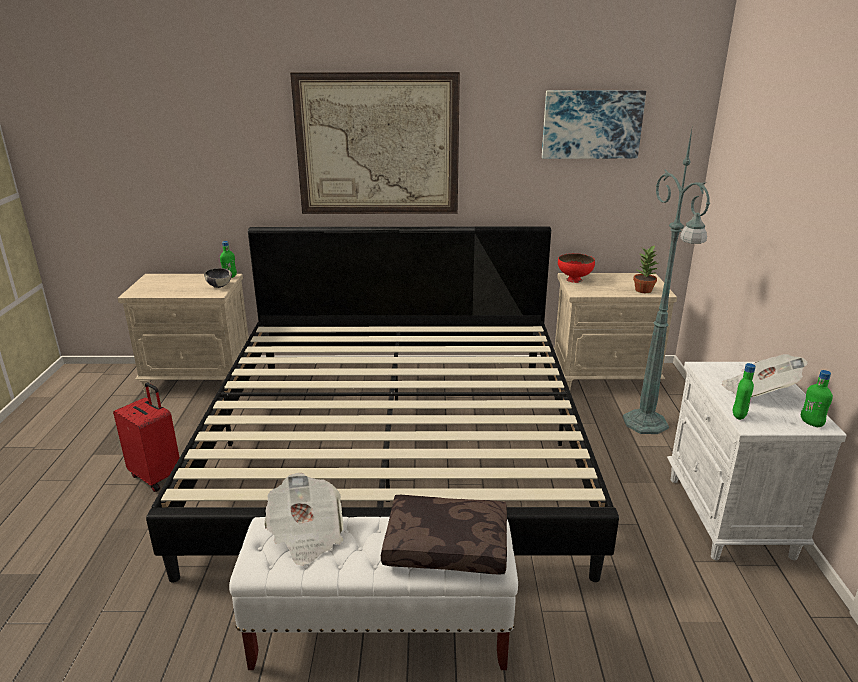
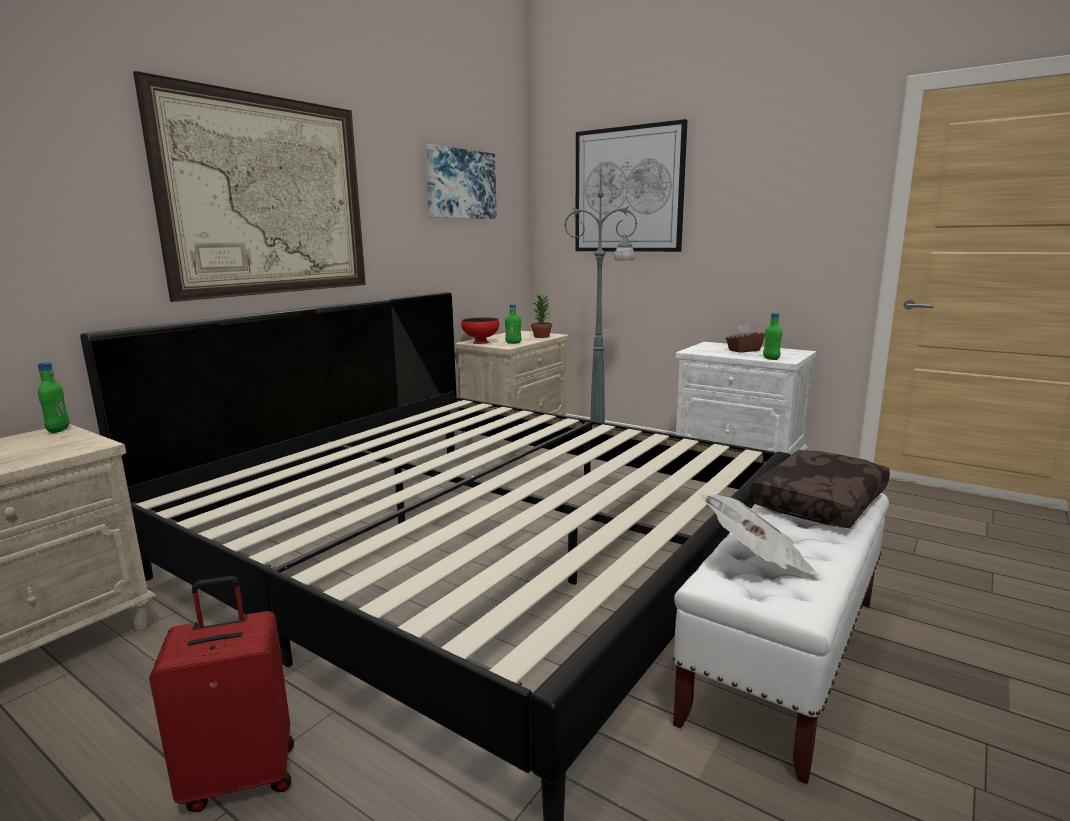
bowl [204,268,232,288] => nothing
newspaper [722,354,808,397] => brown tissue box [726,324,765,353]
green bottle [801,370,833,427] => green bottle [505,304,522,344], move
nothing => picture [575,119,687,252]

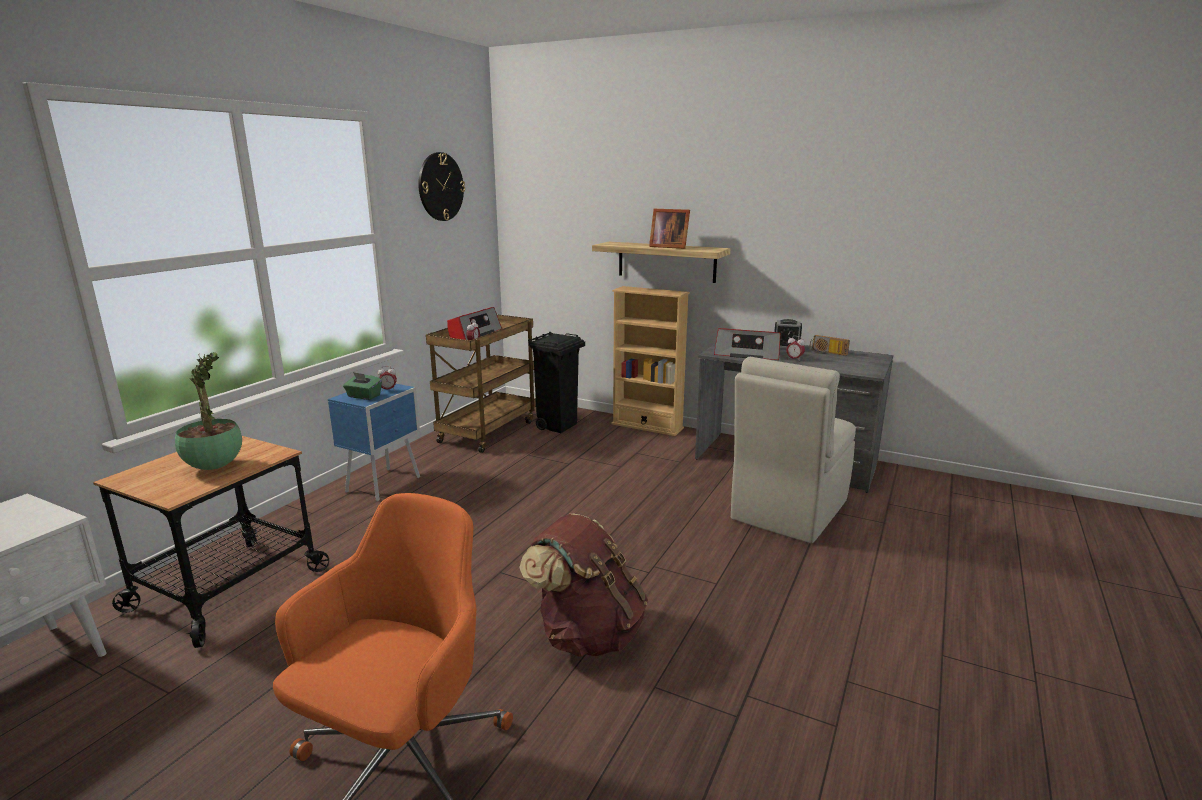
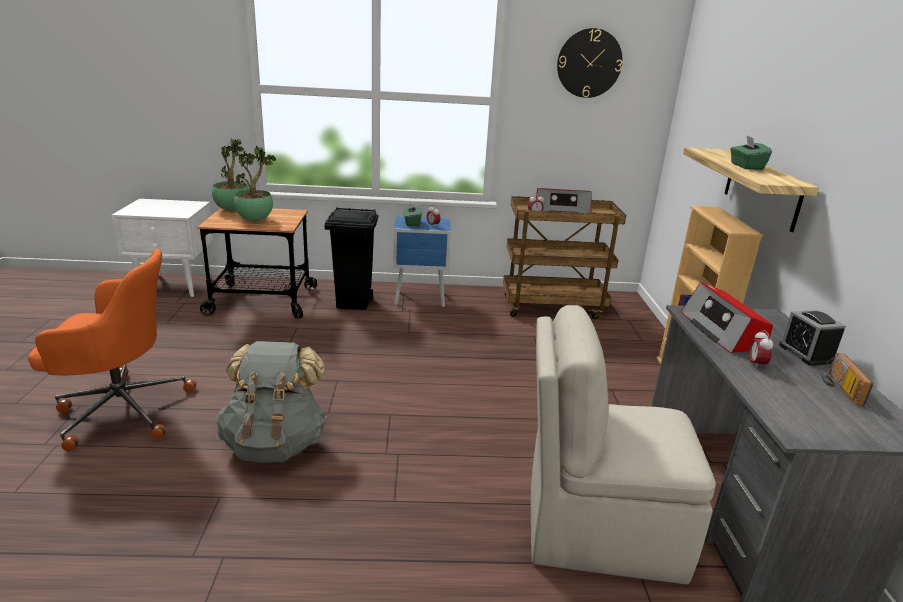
brown backpack [519,514,648,657] => grey backpack [216,341,327,463]
black trash can [528,332,585,433] => black trash can [325,207,378,310], move
picture frame [649,209,690,249] => green tissue box [730,136,772,170]
nothing => potted plant [212,138,249,211]

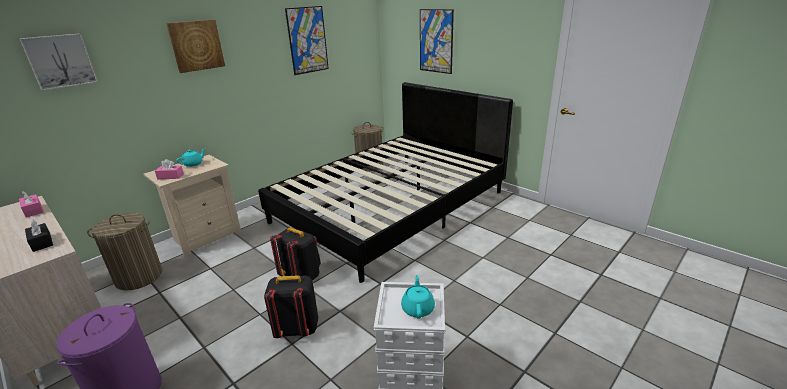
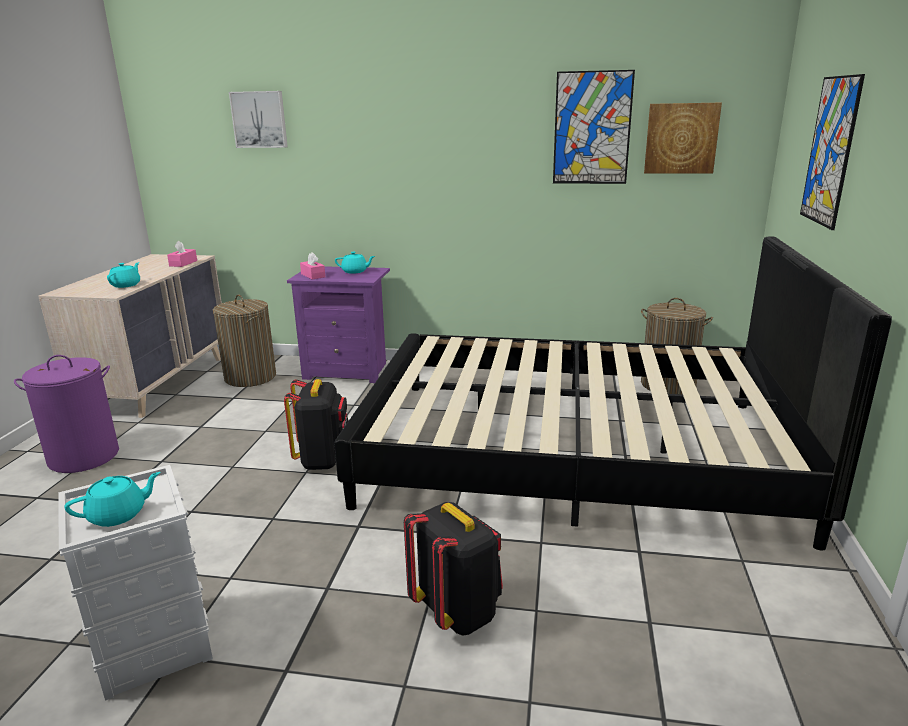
black tissue box [25,220,53,252] => turquoise teapot [107,262,140,288]
beige nightstand [143,155,241,257] => purple nightstand [287,266,390,383]
picture [166,19,225,73] => picture [644,103,722,174], move
black backpack [264,275,318,338] => black backpack [404,502,503,636], move

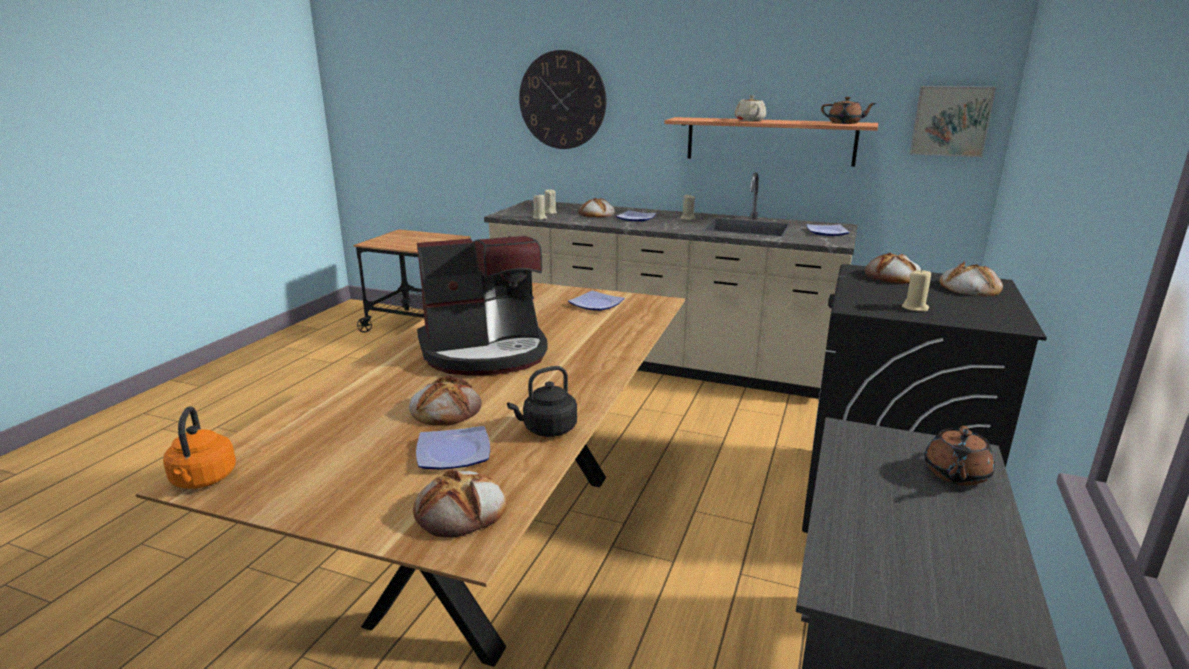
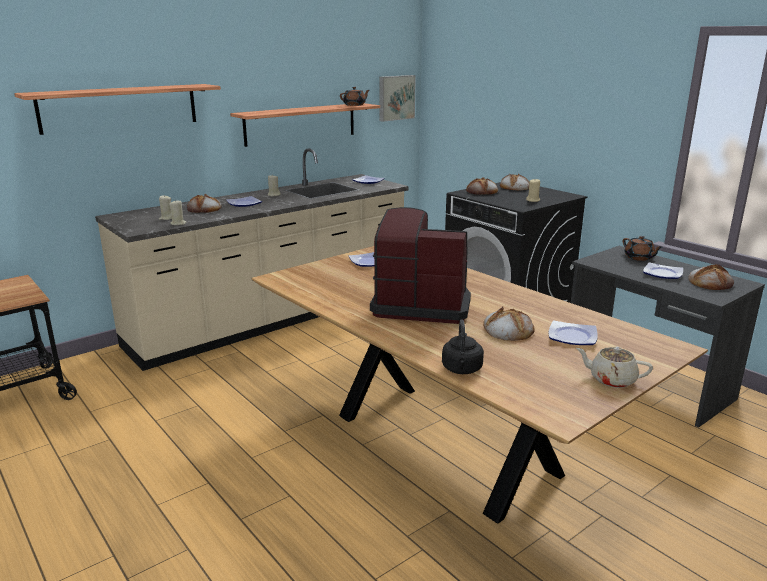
orange kettle [163,406,236,489] => nothing
bread [413,469,506,537] => bread [688,264,734,290], move
coffee machine [417,236,548,376] => coffee machine [370,207,471,324], 90 degrees counterclockwise
black kettle [507,366,577,437] => black kettle [442,319,484,374], move
wall clock [519,50,606,149] => shelf [14,84,221,135]
beige teapot [735,95,766,121] => beige teapot [576,347,653,388], move
nothing => plate [643,262,683,279]

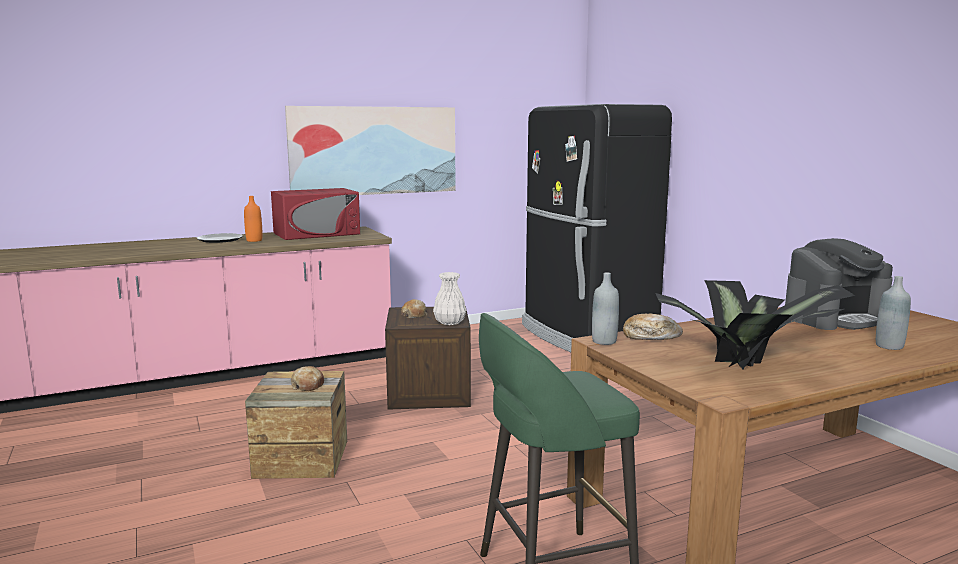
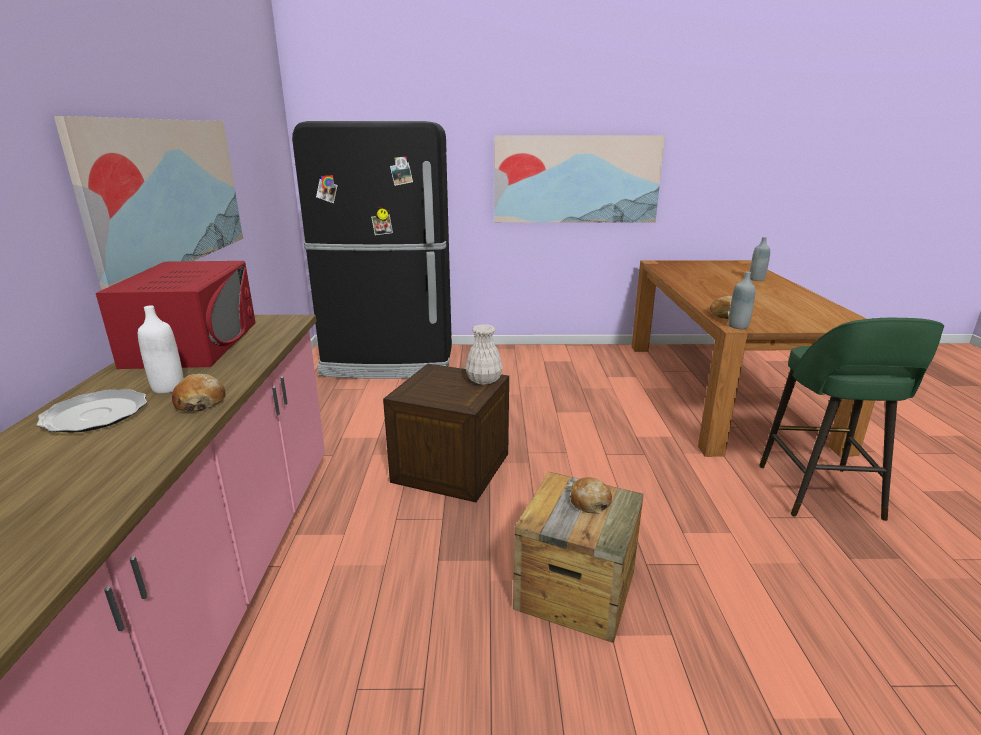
orange bottle [244,196,262,242] => white bottle [138,305,184,393]
bread [401,299,427,318] => bread [172,374,225,412], move
potted plant [656,280,855,369] => nothing
coffee machine [785,238,893,330] => nothing
nothing => picture [494,135,665,223]

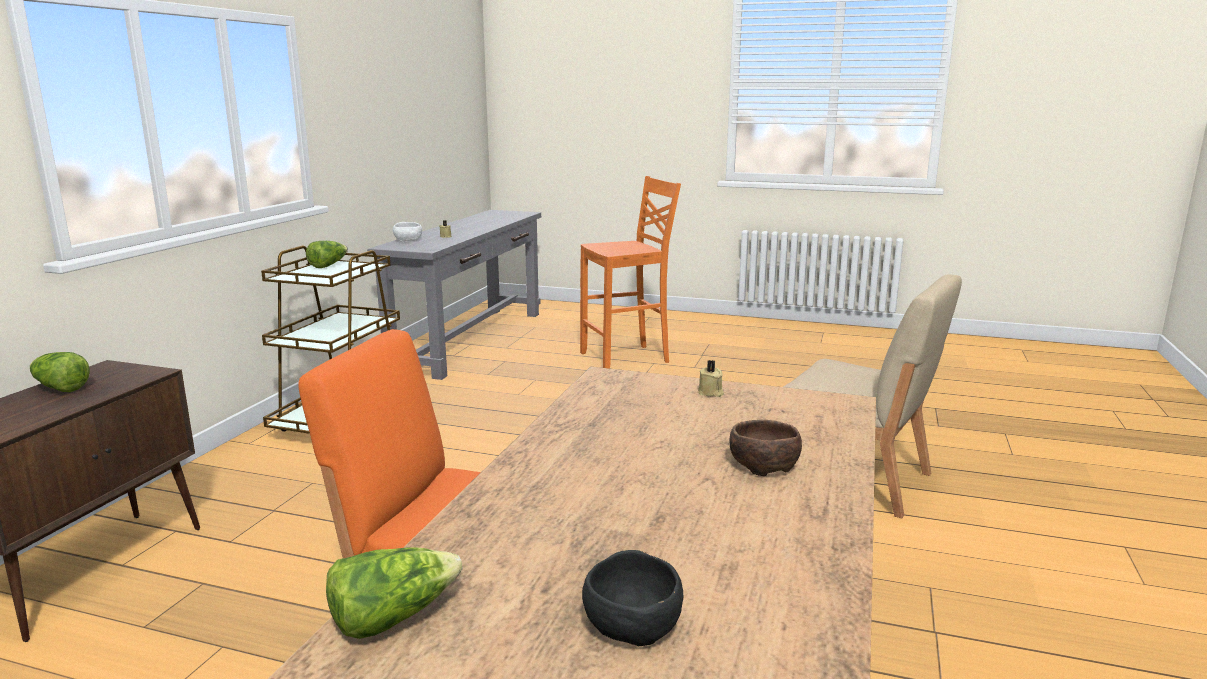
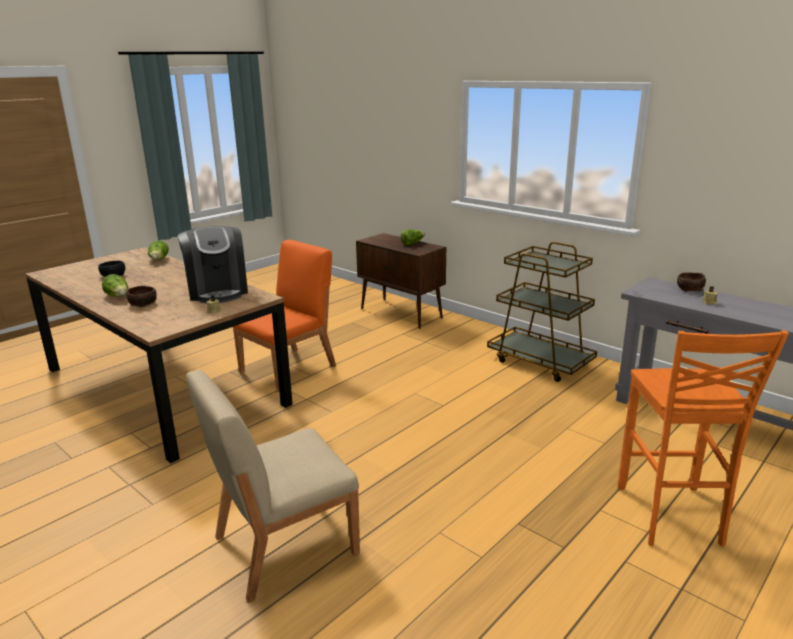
lettuce [306,241,348,268] => lettuce [102,274,128,297], move
white bowl [393,222,422,241] => brown bowl [677,272,706,292]
nothing => coffee machine [178,226,248,303]

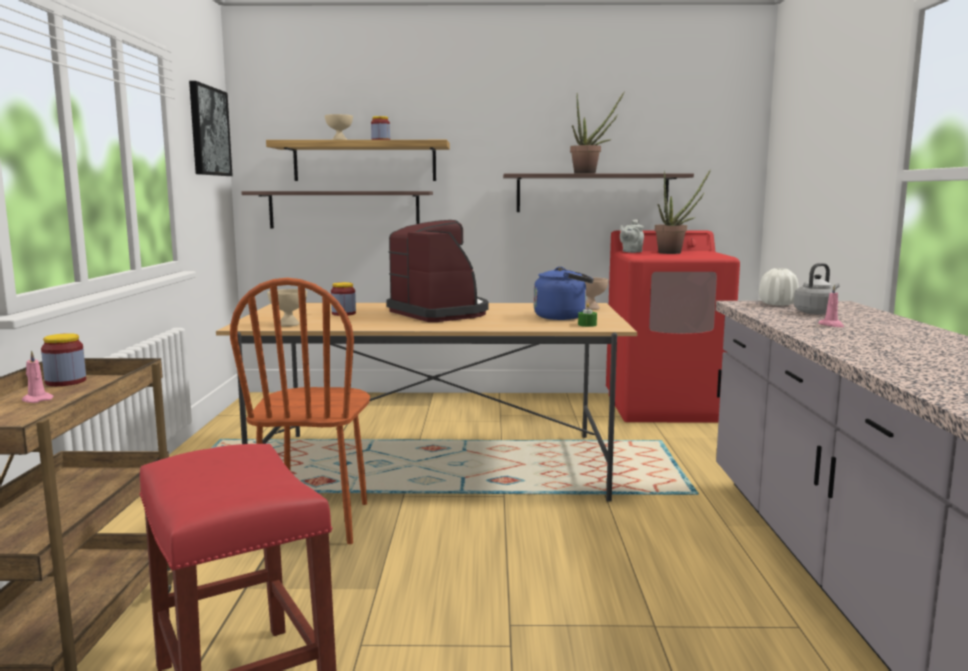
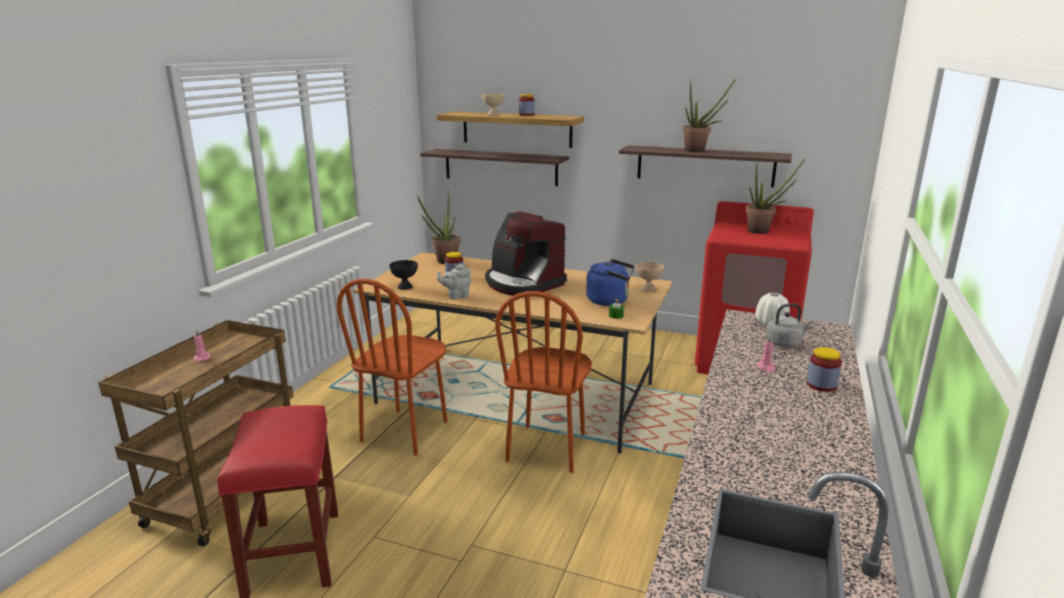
jar [41,333,86,386] => jar [807,347,842,392], move
picture [189,81,233,176] => nothing
beige bowl [267,289,307,326] => black bowl [389,260,418,290]
coffee machine [386,220,489,322] => coffee machine [485,211,567,296], 150 degrees clockwise
grey teapot [620,219,644,253] => grey teapot [437,264,471,300], move
nothing => potted plant [417,189,460,264]
nothing => brown chair [495,291,592,473]

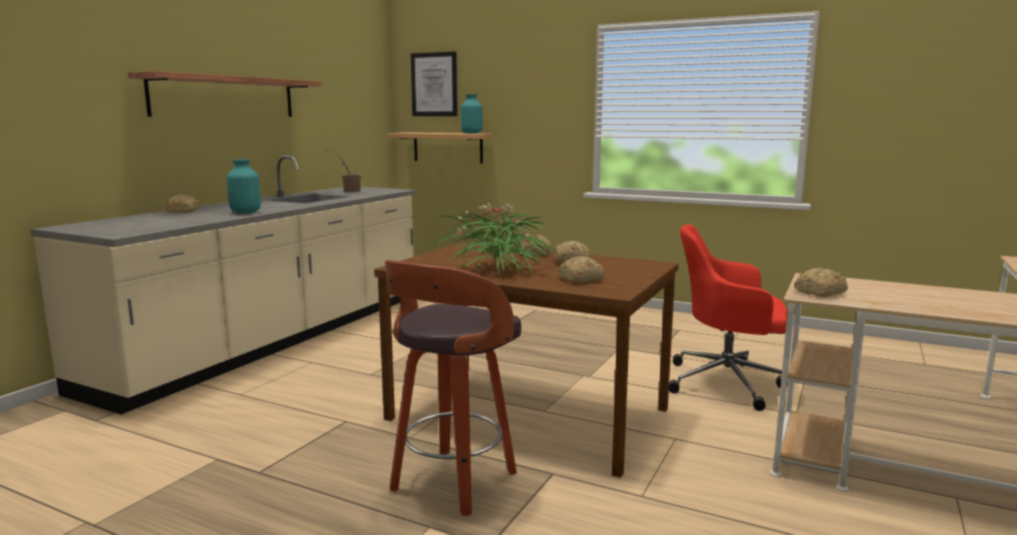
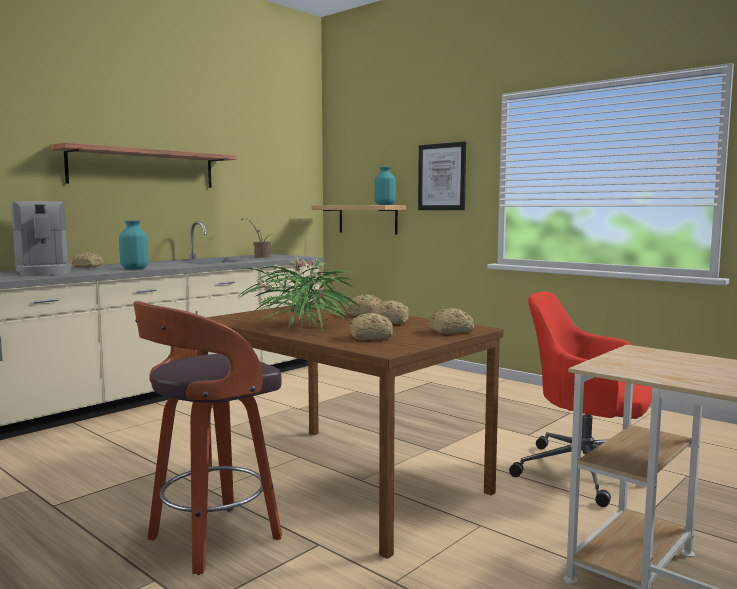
picture [411,51,457,116] => picture [418,142,466,210], move
bread [794,268,848,297] => bread [429,308,474,334], move
nothing => coffee machine [11,201,71,276]

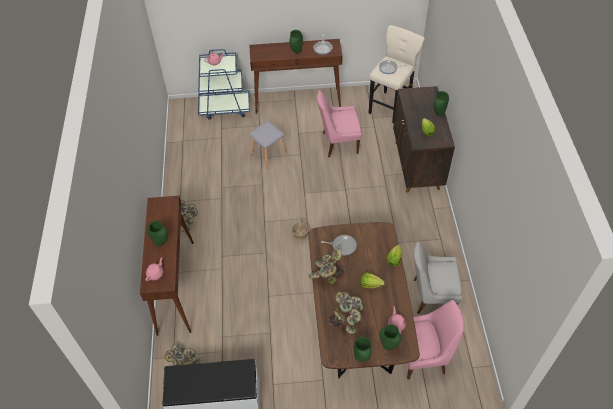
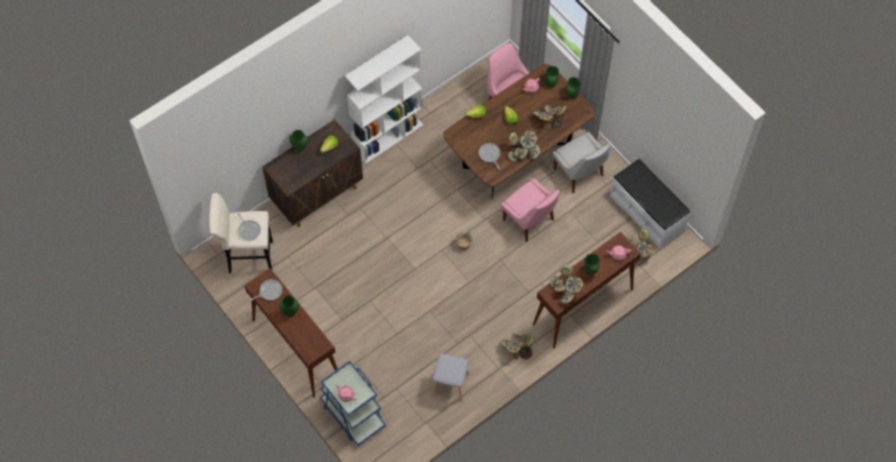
grey stool [249,121,286,169] => grey stool [432,354,469,401], move
pink chair [317,90,362,157] => pink chair [501,178,560,242], move
white chair [414,242,462,314] => white chair [553,132,610,193], move
nothing => white bookcase [345,35,423,164]
nothing => potted plant [550,265,584,304]

